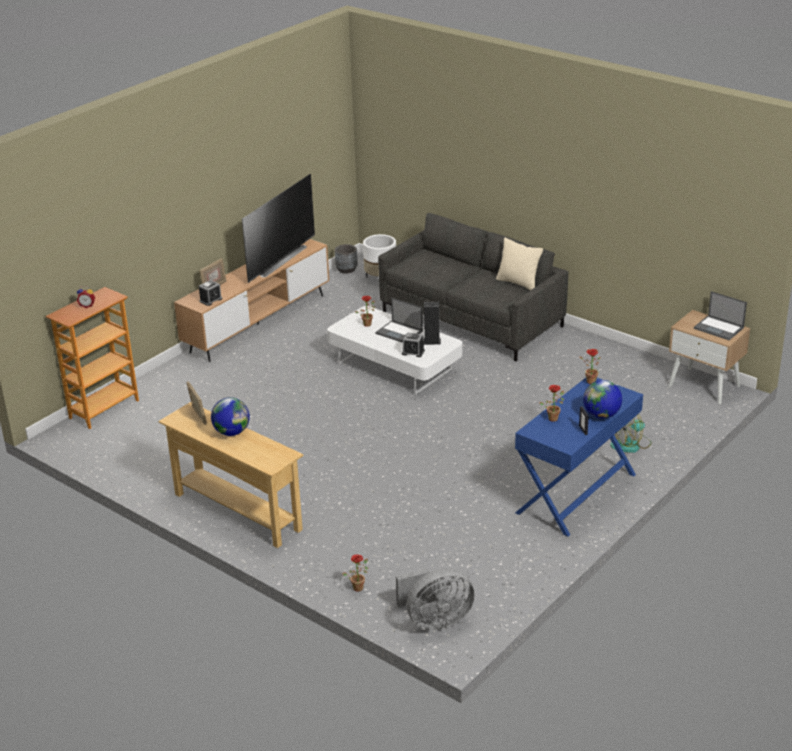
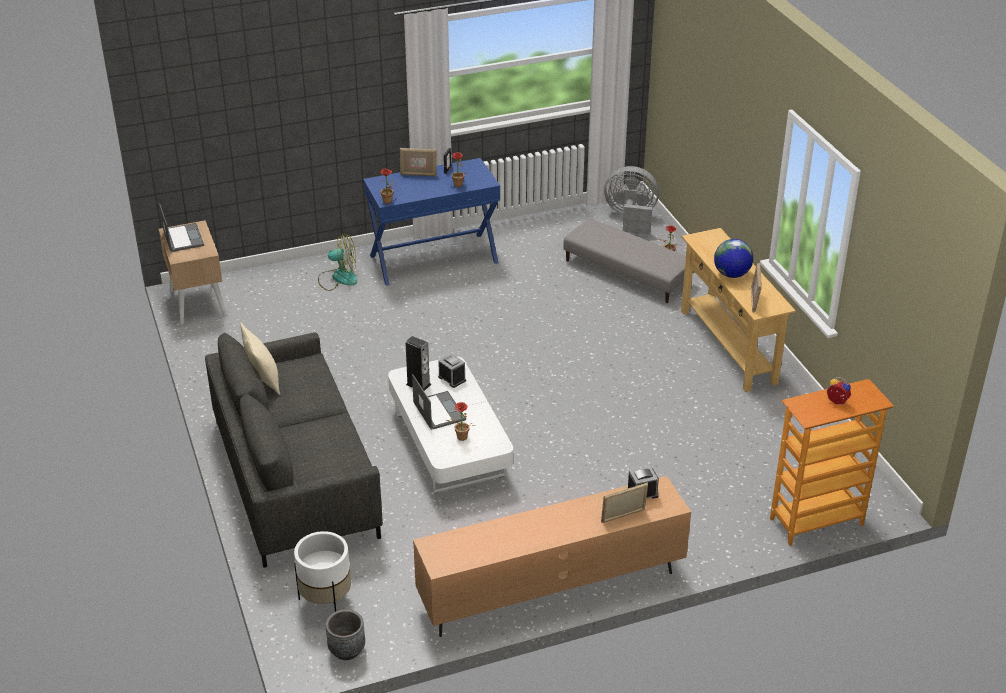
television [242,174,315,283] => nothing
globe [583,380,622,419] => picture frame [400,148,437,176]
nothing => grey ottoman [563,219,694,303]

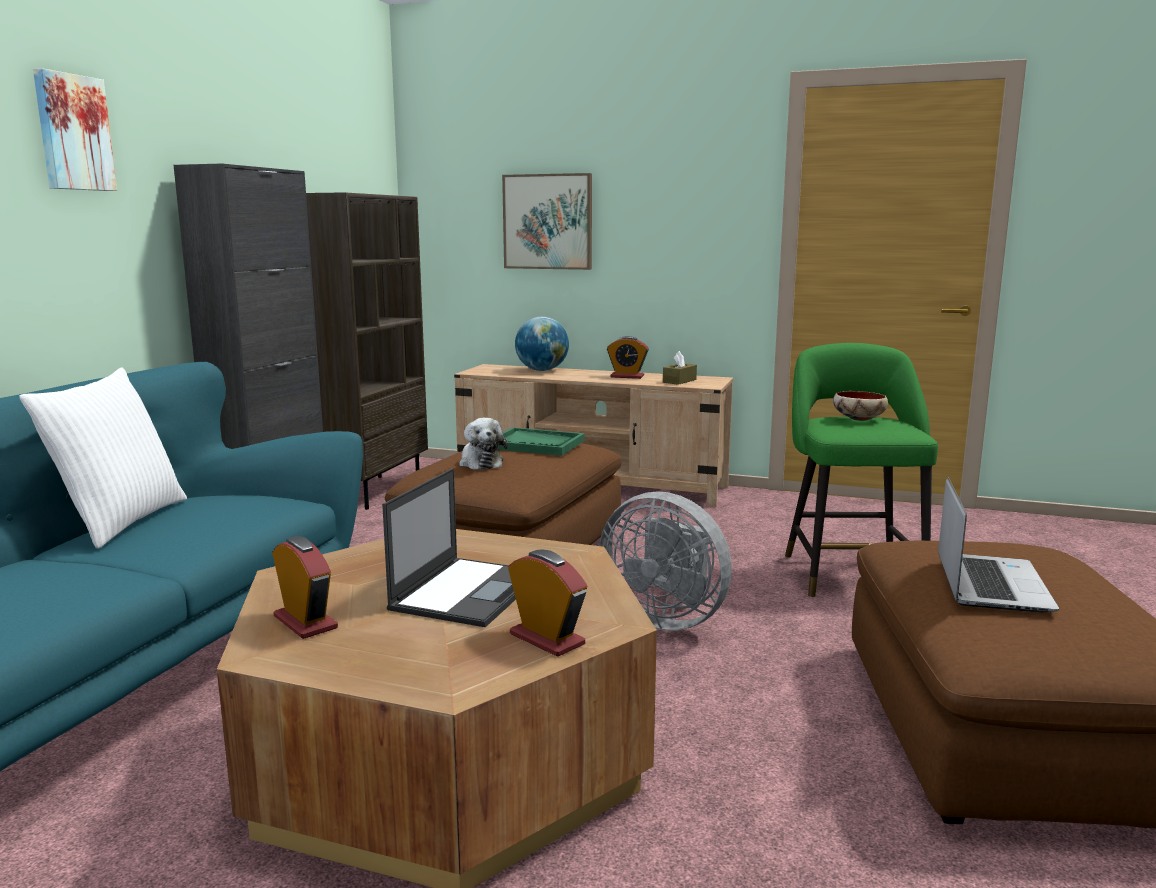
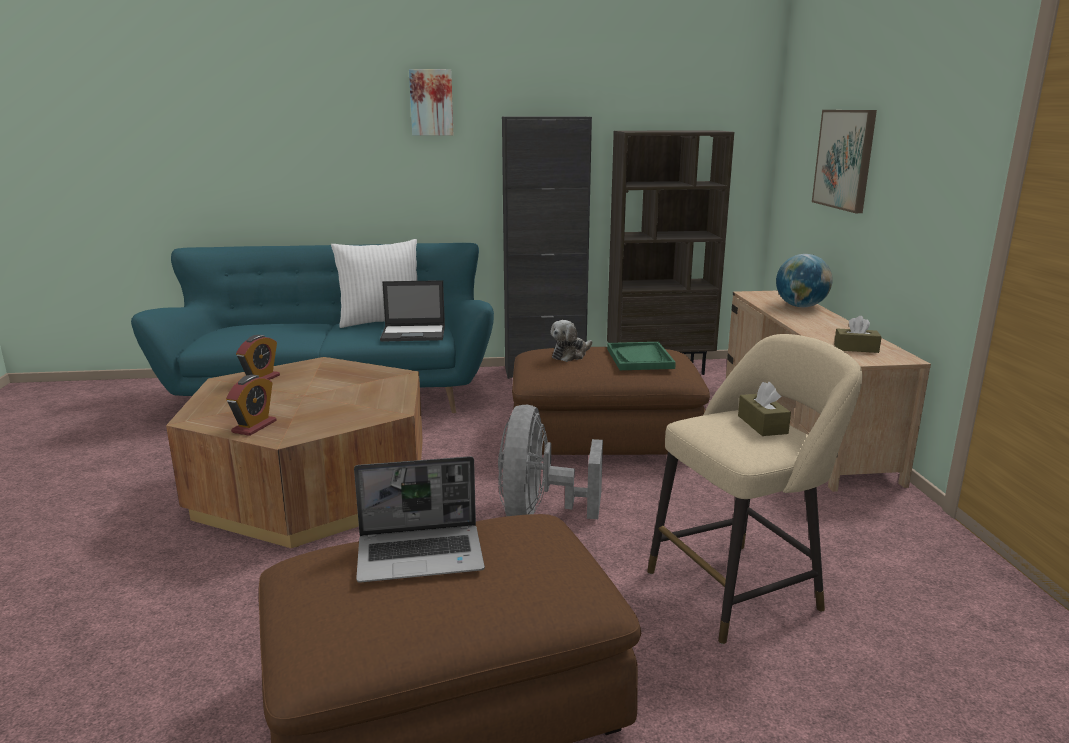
laptop [382,468,516,627] => laptop [380,280,445,341], move
alarm clock [607,336,649,379] => nothing
green stool [785,343,938,598] => beige stool [647,334,863,644]
bowl [833,391,888,421] => brown tissue box [738,381,791,436]

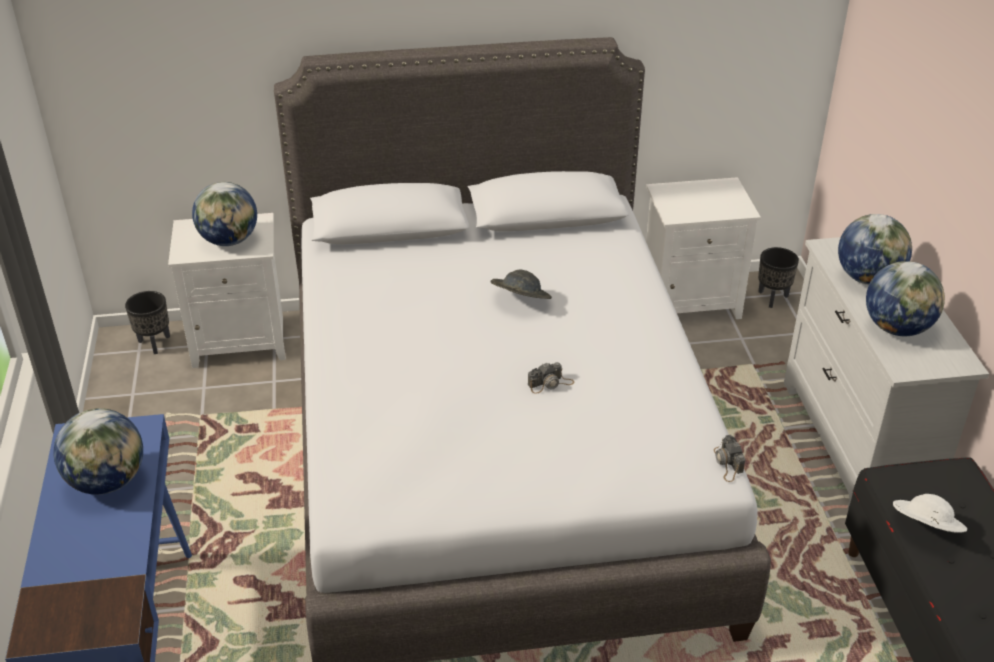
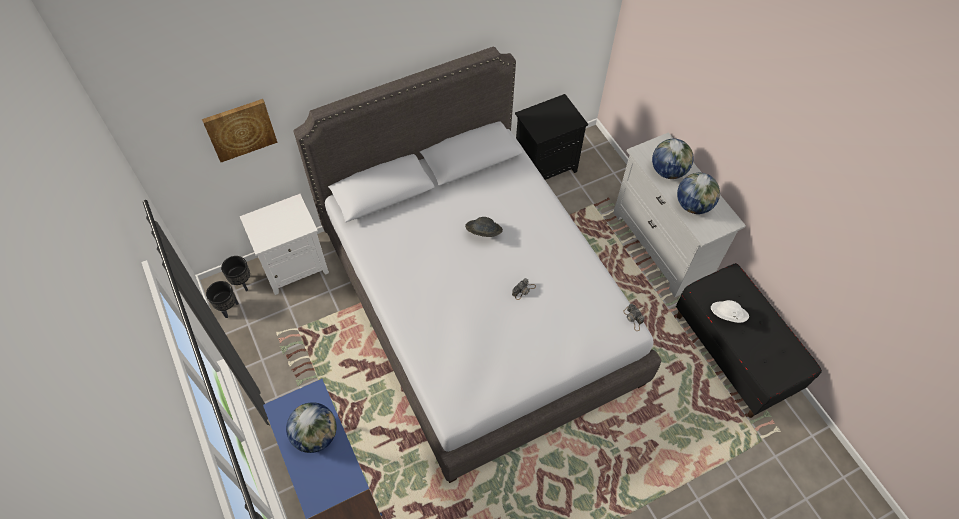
globe [192,182,257,246] => nothing
white nightstand [646,177,761,319] => black nightstand [515,94,588,180]
black planter [758,247,799,308] => black planter [206,281,239,318], move
nothing => picture [202,99,278,162]

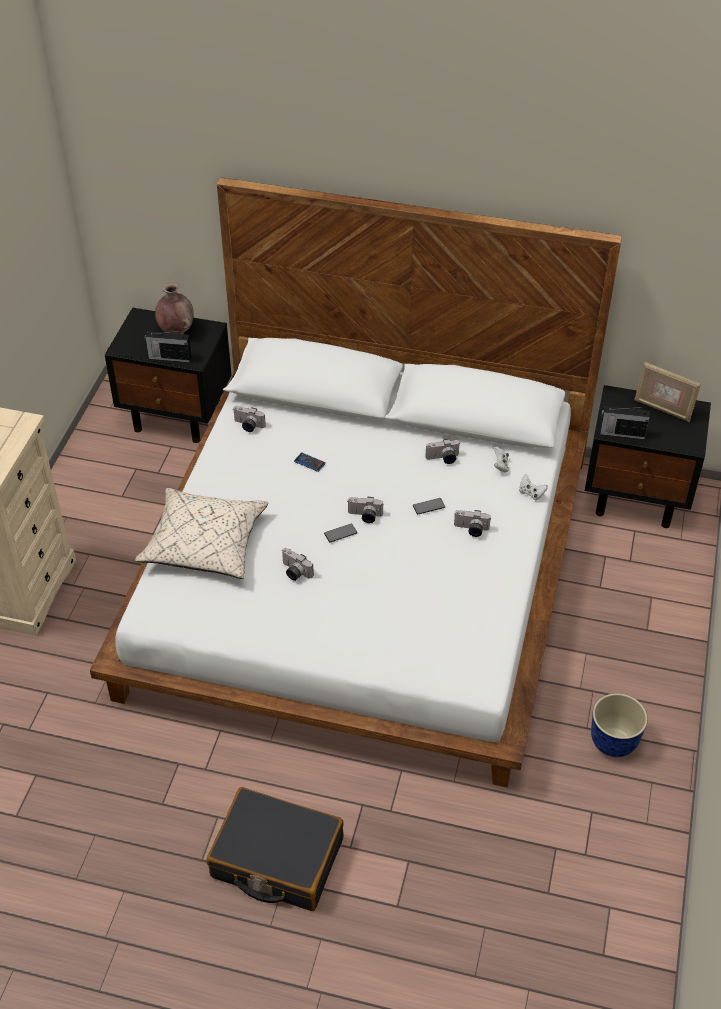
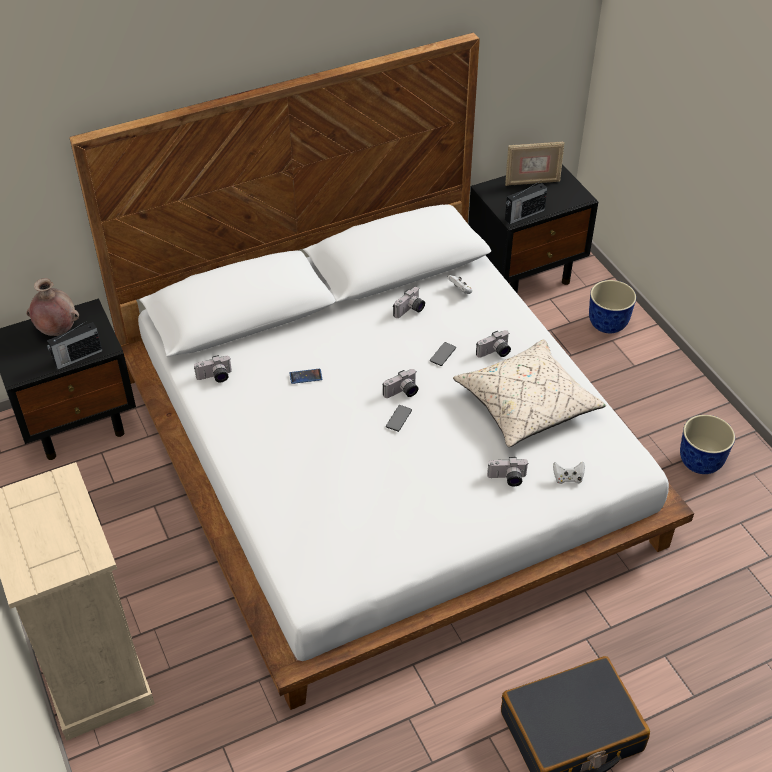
beige pillow [135,488,269,579] => beige pillow [453,339,606,447], move
photo camera [282,548,314,581] => photo camera [487,457,528,486], move
white game controller [519,474,548,500] => white game controller [553,462,585,484], move
nothing => planter [589,280,636,333]

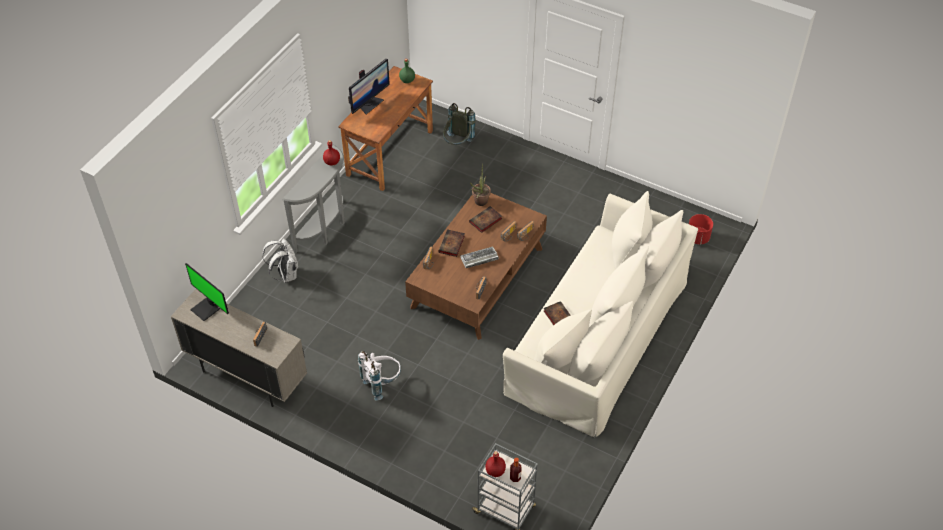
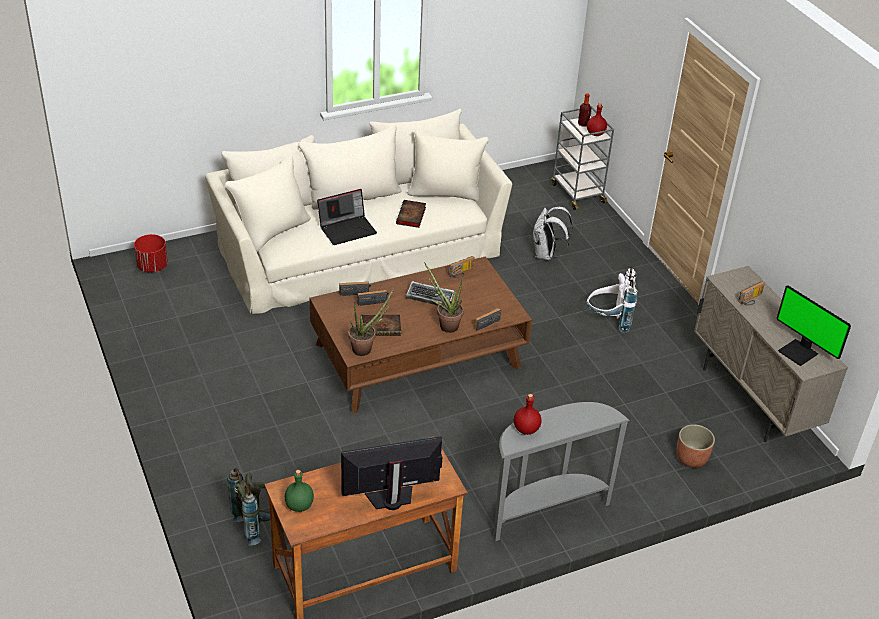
monitor [185,263,229,321] => monitor [777,286,851,366], 150 degrees clockwise
white backpack [262,238,298,283] => white backpack [532,207,573,260], move
book [438,229,465,257] => potted plant [424,262,464,333]
nothing => laptop [317,189,377,245]
nothing => planter [676,424,715,468]

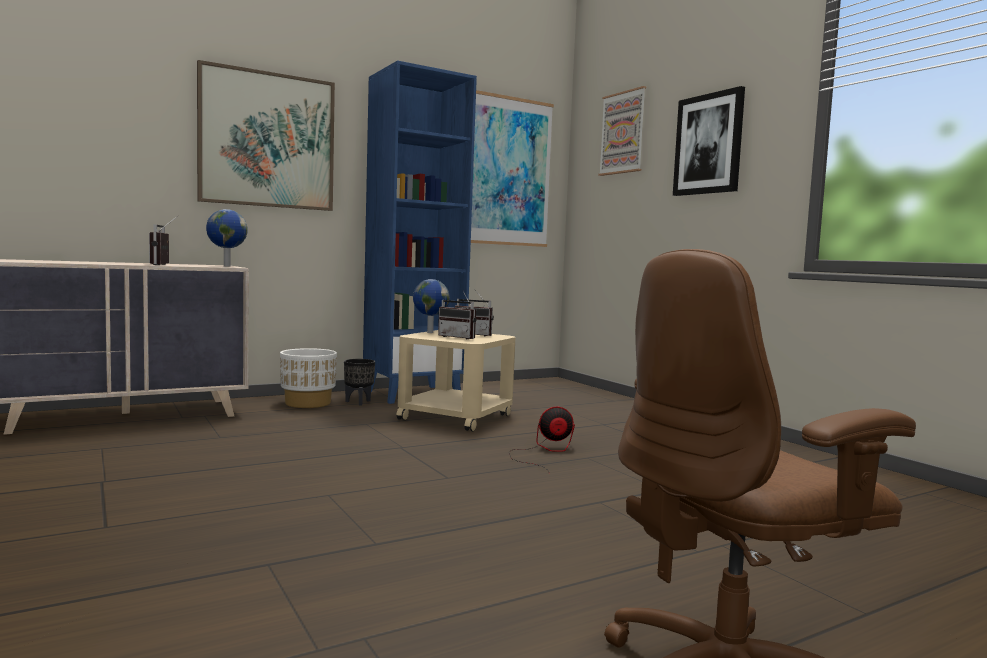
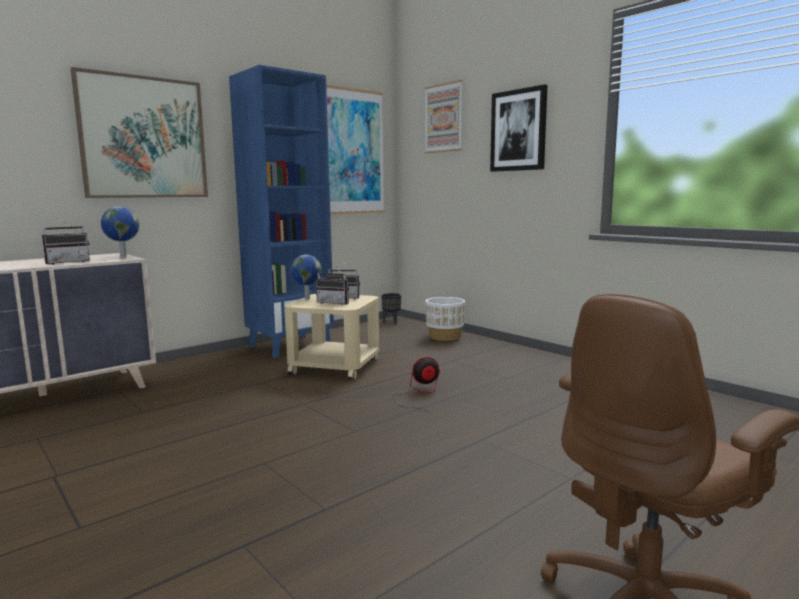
radio [149,216,178,265] => radio [42,217,90,264], 105 degrees counterclockwise
white planter [280,348,337,408] => white planter [425,297,465,341], move
black planter [344,359,375,406] => black planter [381,293,401,324], move

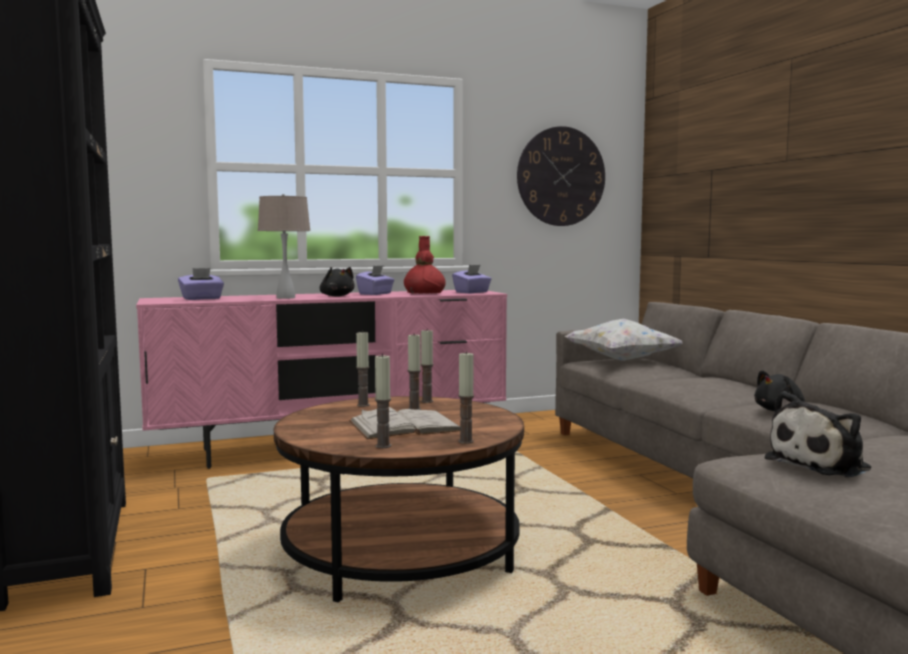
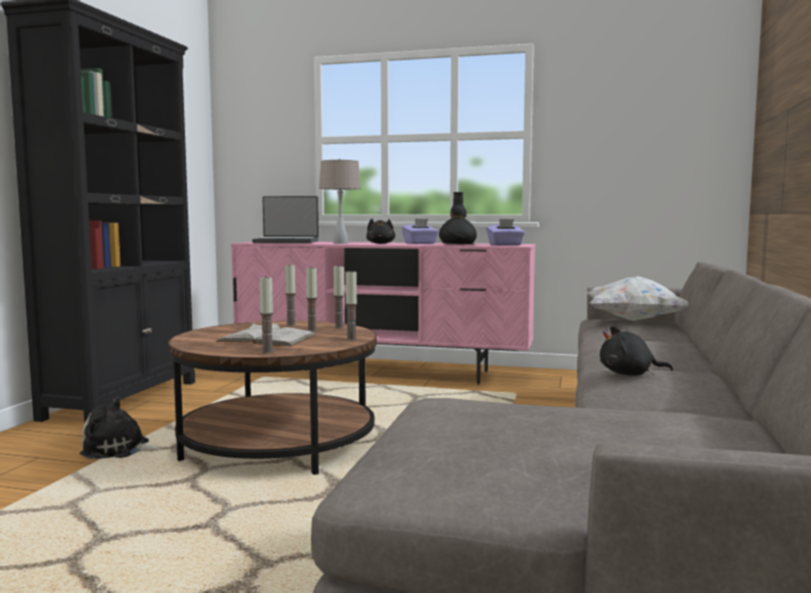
purple tissue box [178,268,224,300] => laptop [252,196,319,243]
candle [375,354,391,448] => candle [345,270,357,340], move
red vase [404,236,446,294] => black vase [439,192,477,244]
wall clock [517,126,605,226] => nothing
plush toy [765,391,871,477] => plush toy [79,397,162,459], move

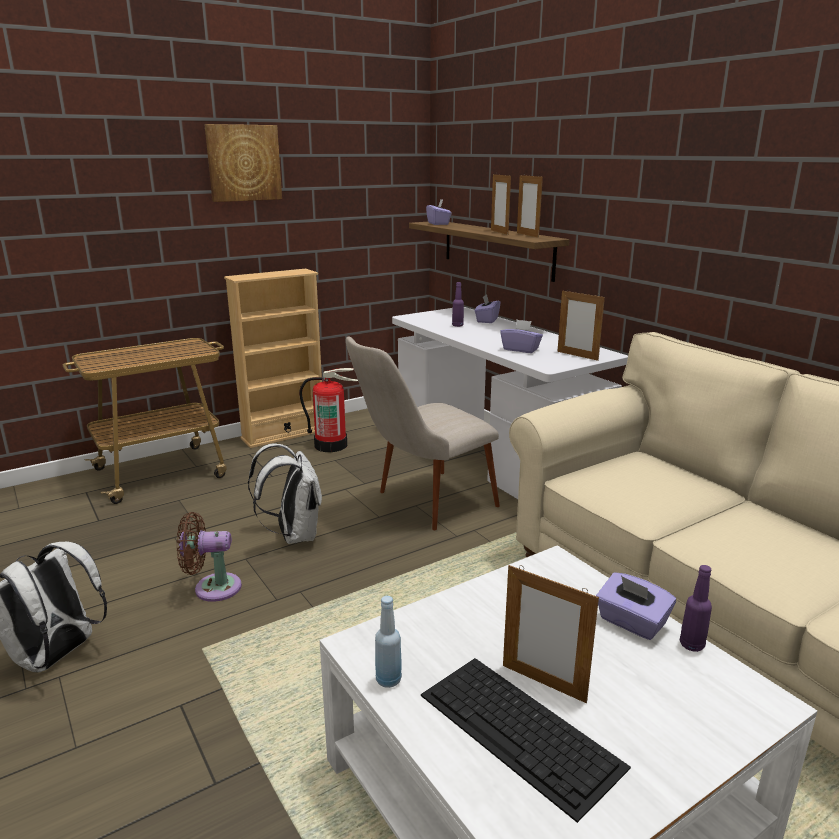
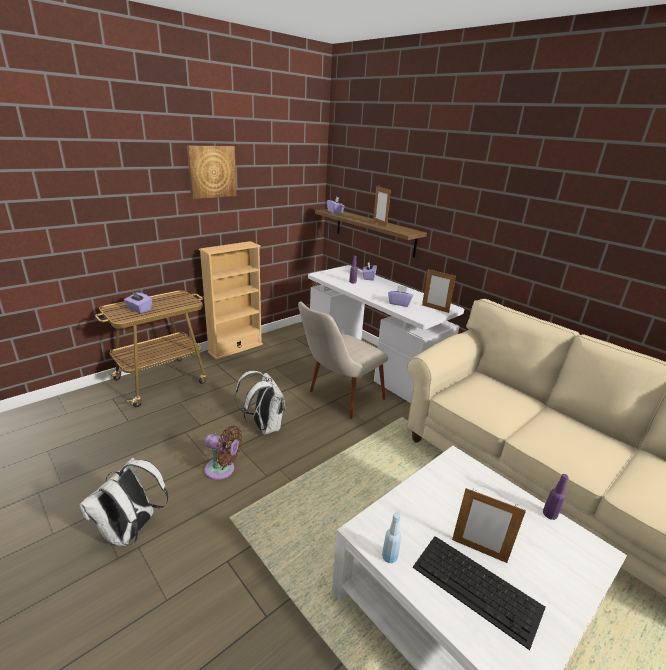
brown fan [177,512,242,602] => brown fan [204,426,242,480], 150 degrees counterclockwise
fire extinguisher [299,368,358,452] => nothing
picture frame [517,173,543,238] => nothing
purple tissue box [596,572,676,640] => purple tissue box [124,292,152,313], move

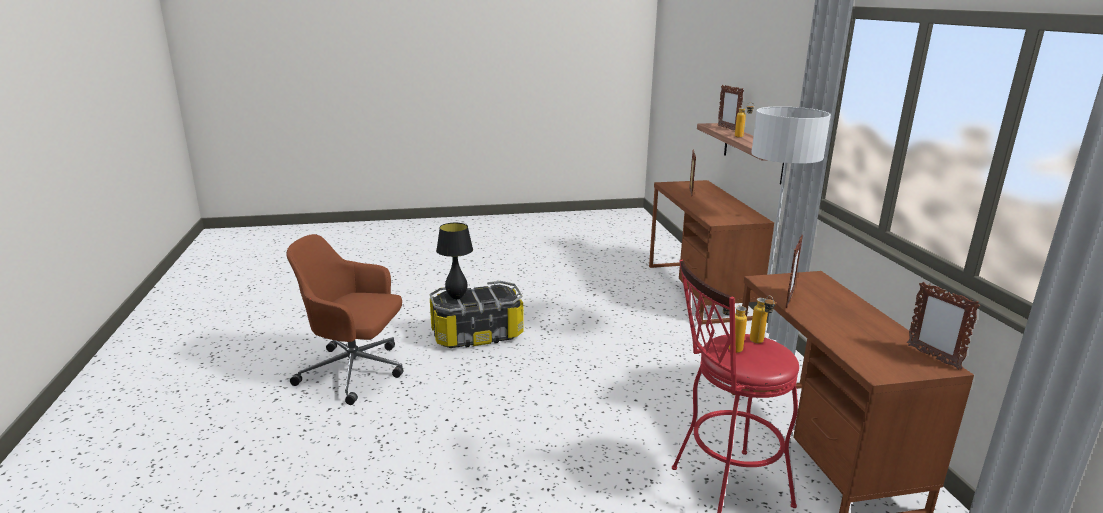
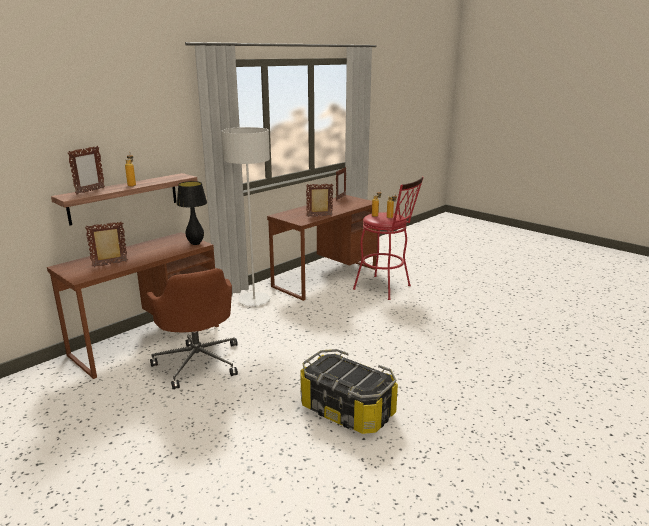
brown office chair [286,234,403,405] => brown office chair [146,268,238,389], move
black table lamp [436,223,473,299] => black table lamp [177,181,207,245], move

